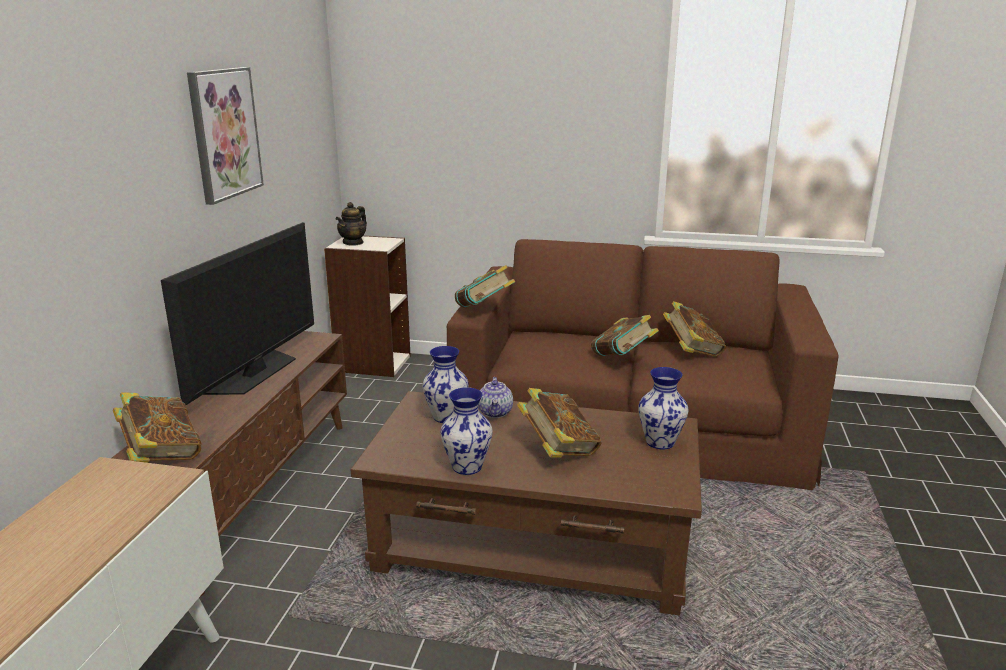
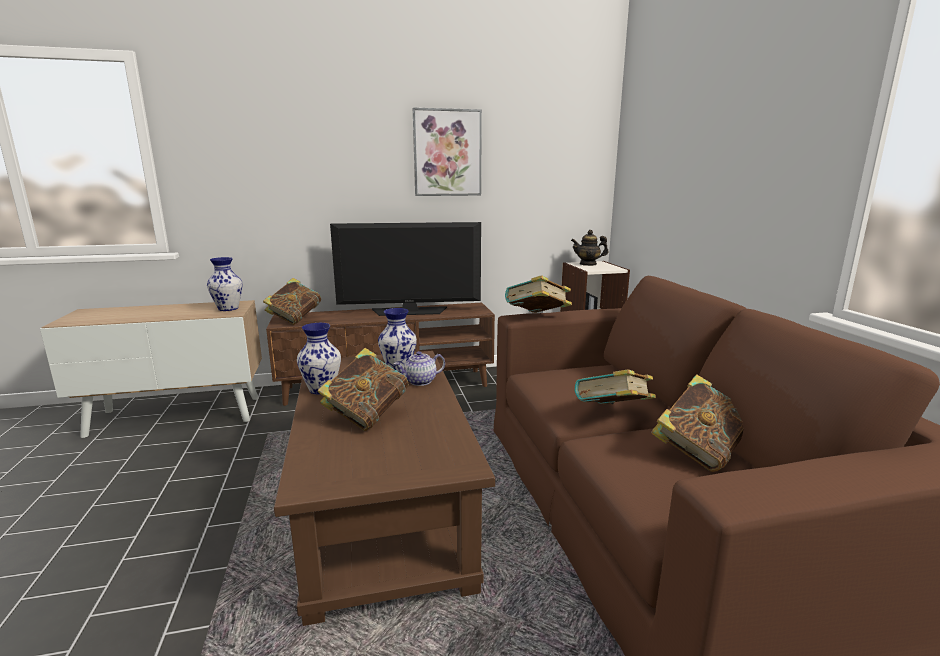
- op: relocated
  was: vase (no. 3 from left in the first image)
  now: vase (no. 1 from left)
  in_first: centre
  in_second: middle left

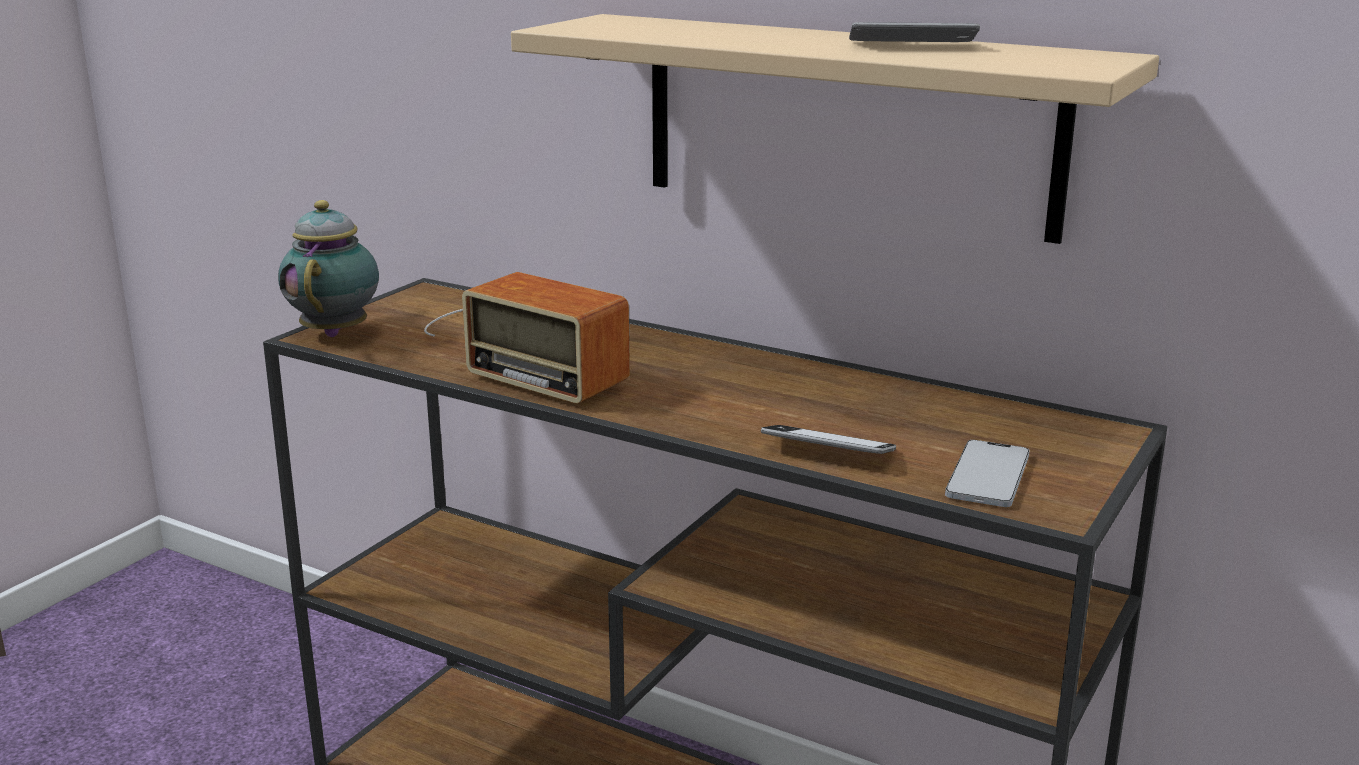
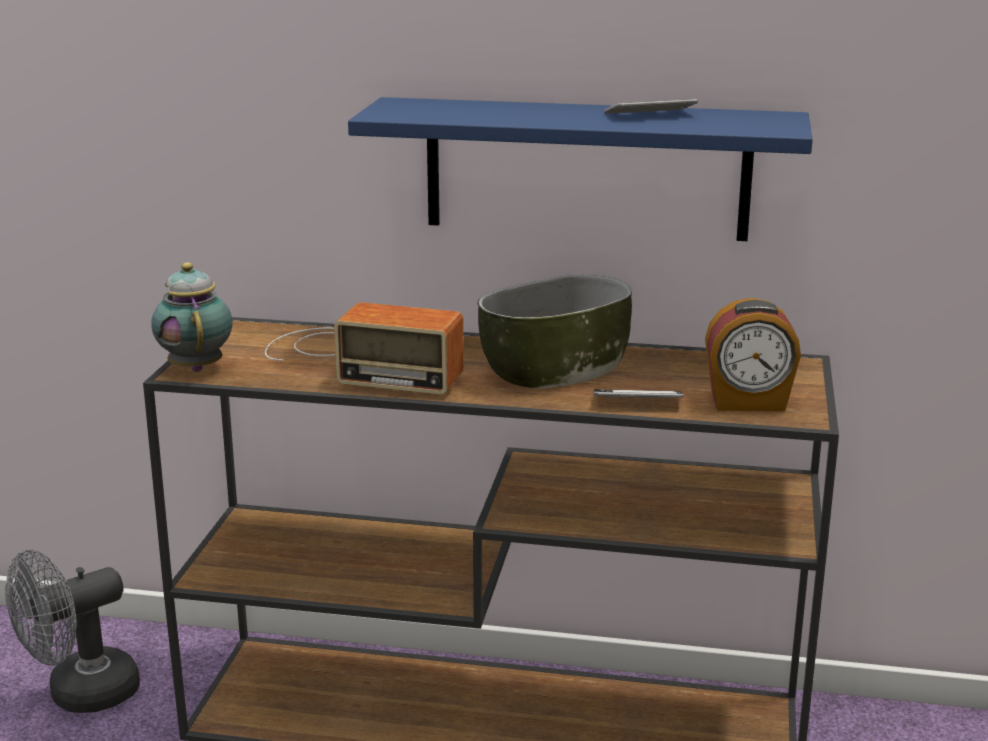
- op: appeared
  now: gray electric fan
  in_second: bottom left
- op: colour
  was: sand-coloured bracket shelf
  now: blue-coloured bracket shelf
  in_first: top centre
  in_second: top centre
- op: appeared
  now: deep dish
  in_second: centre
- op: exchanged
  was: phone (no. 3 from left)
  now: bedside clock
  in_first: middle right
  in_second: middle right

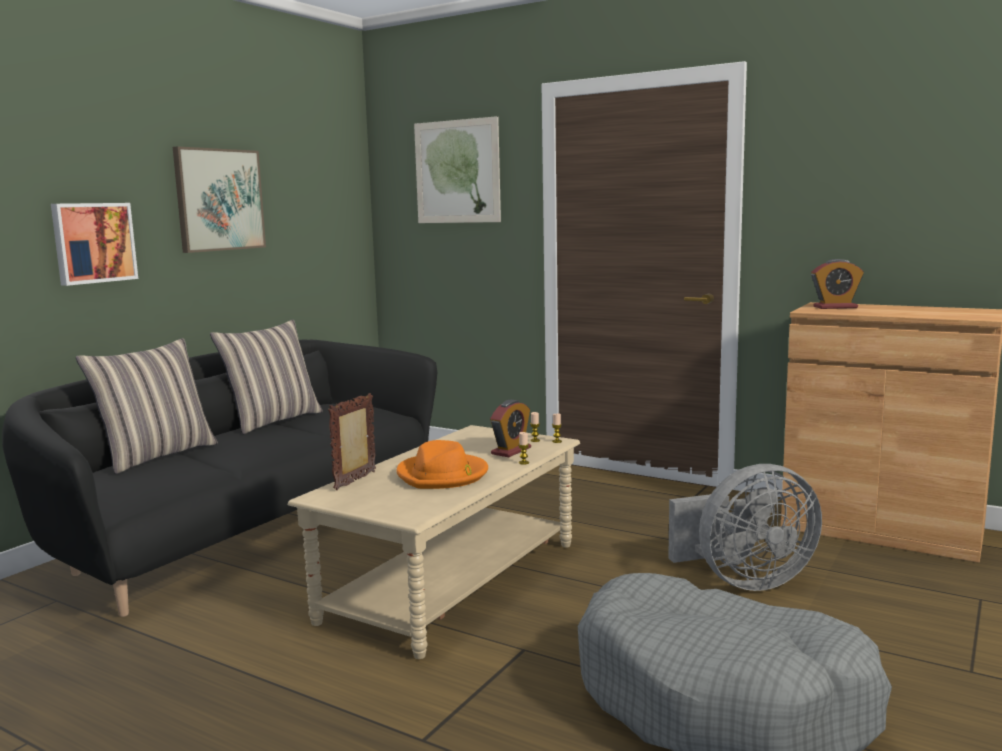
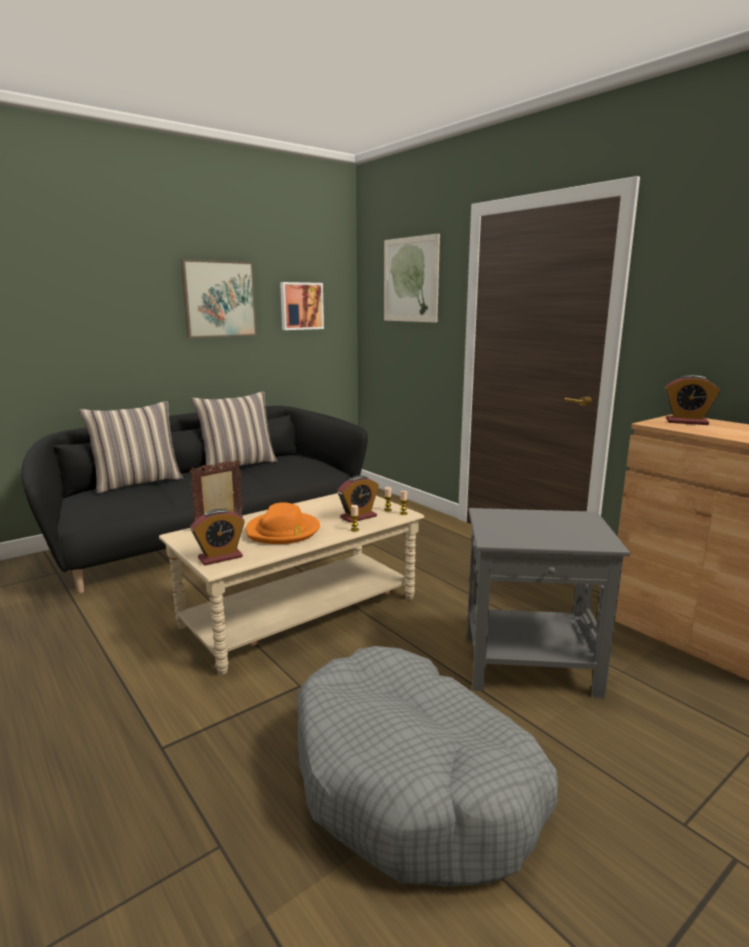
- op: appeared
  now: bedside clock (no. 1 from left)
  in_second: middle left
- op: relocated
  was: wall picture (no. 1 from left in the first image)
  now: wall picture (no. 2 from left)
  in_first: top left
  in_second: top centre
- op: exchanged
  was: gray electric fan
  now: gray accent table
  in_first: bottom right
  in_second: middle right

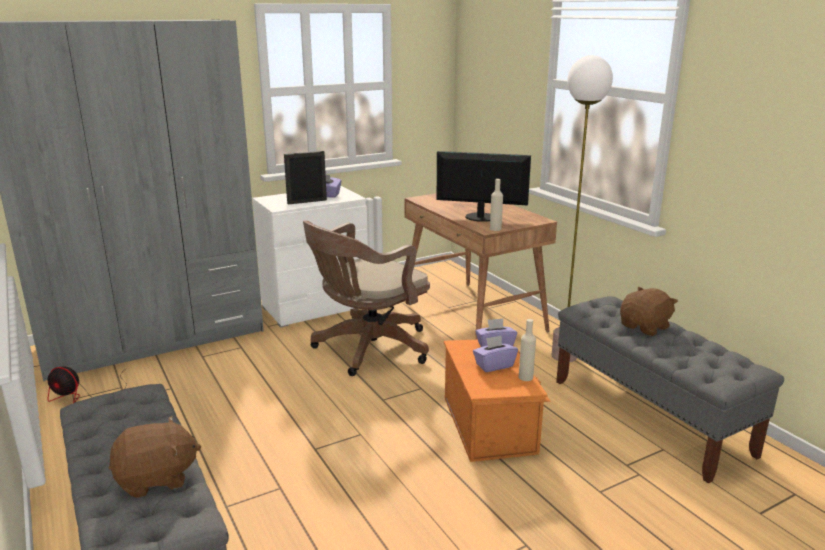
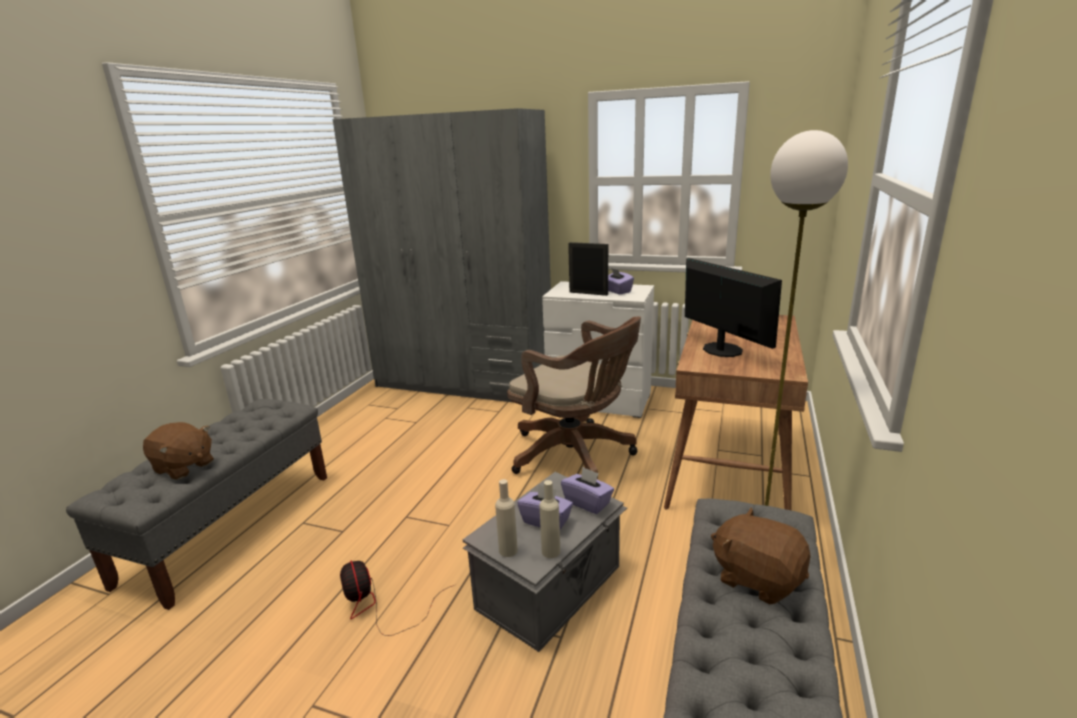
- op: relocated
  was: electric fan
  in_first: bottom left
  in_second: bottom centre
- op: colour
  was: orange storage box
  now: gray storage box
  in_first: bottom centre
  in_second: bottom centre
- op: relocated
  was: sand-coloured bottle (no. 1 from left)
  in_first: centre
  in_second: bottom centre
- op: spun
  was: brownish computer chair
  in_first: centre
  in_second: centre
  clockwise: -150
- op: spun
  was: brownish cuddly toy (no. 2 from left)
  in_first: middle right
  in_second: bottom right
  clockwise: -150

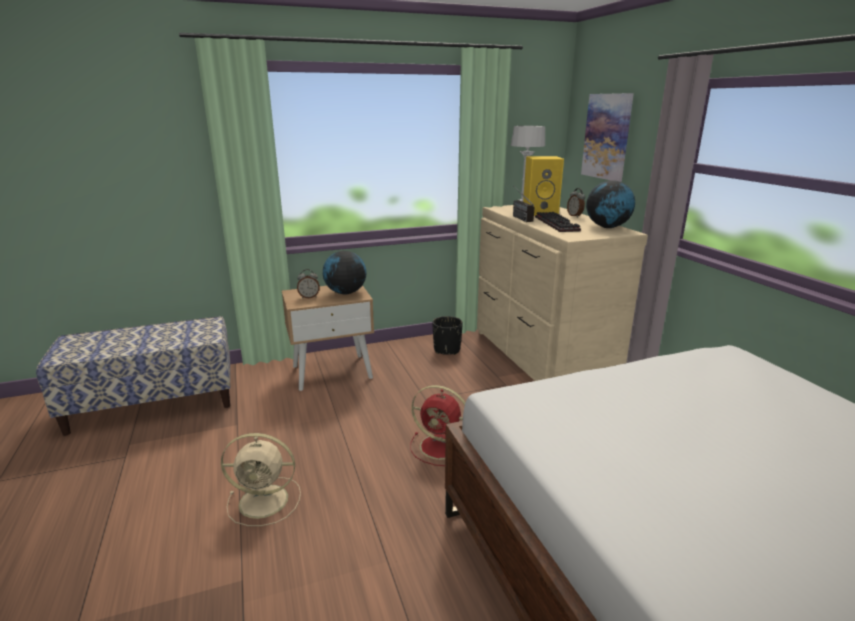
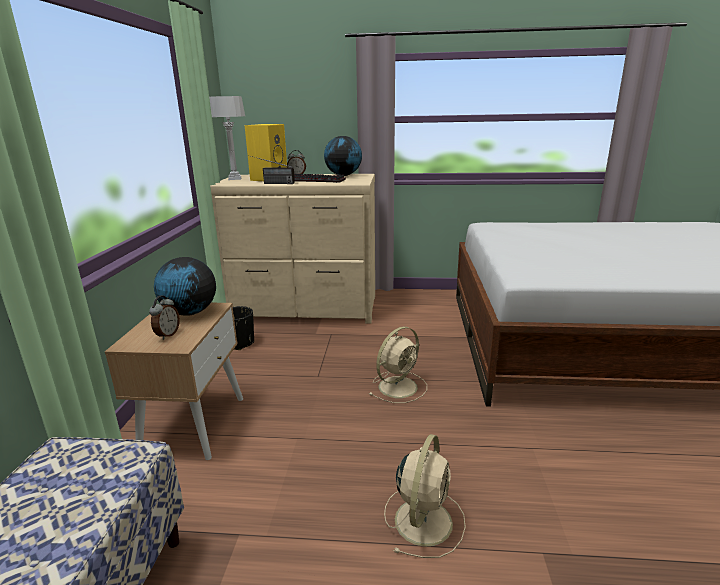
- op: colour
  was: reddish electric fan
  now: sand-coloured electric fan (no. 1 from left)
  in_first: bottom centre
  in_second: centre
- op: missing
  was: wall picture
  in_first: top right

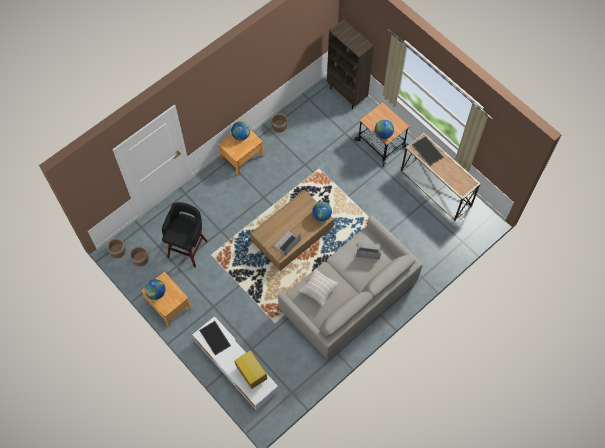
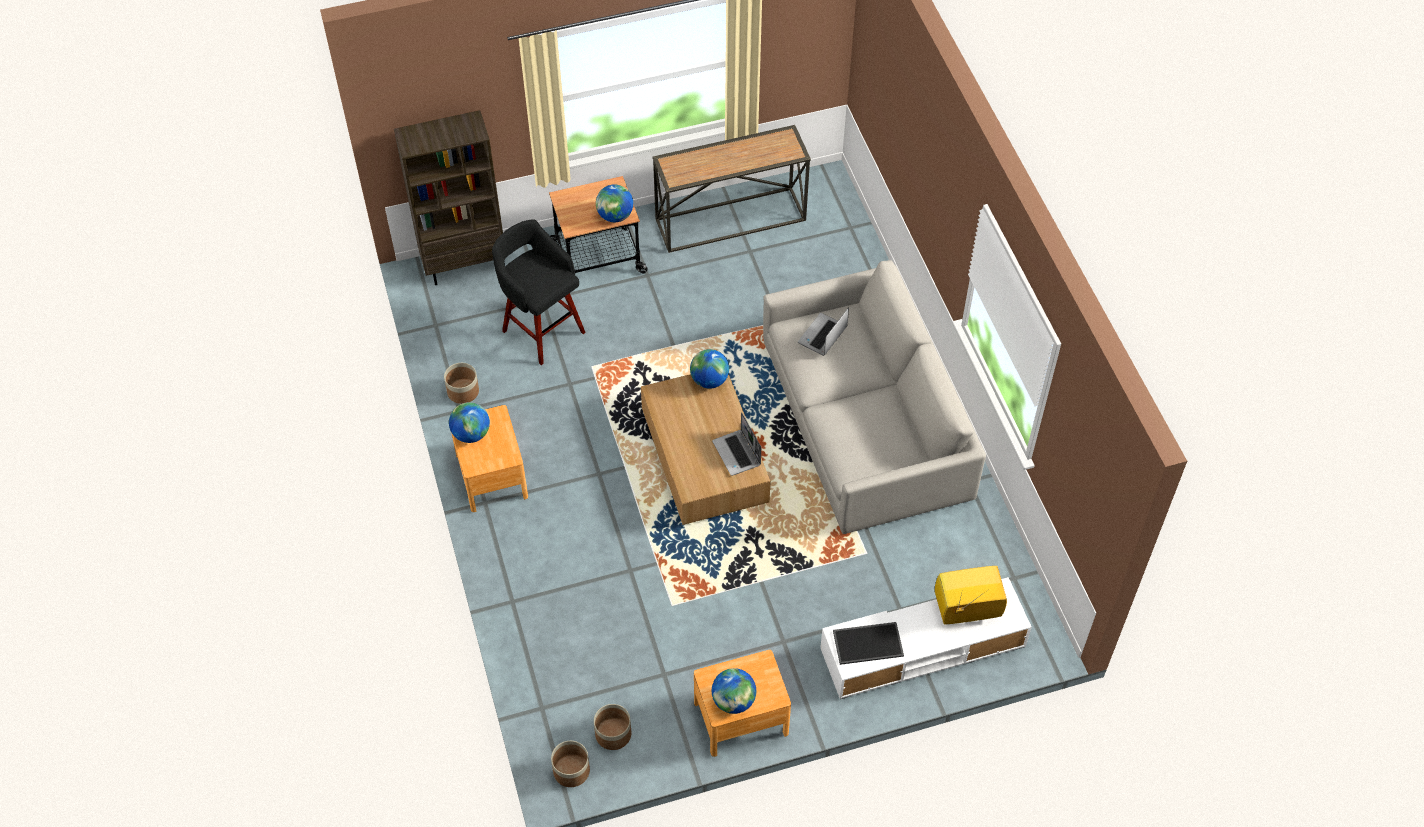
- op: relocated
  was: blackish stool
  in_first: middle left
  in_second: centre
- op: missing
  was: pillow
  in_first: centre
- op: missing
  was: serving tray (no. 2 from left)
  in_first: middle right

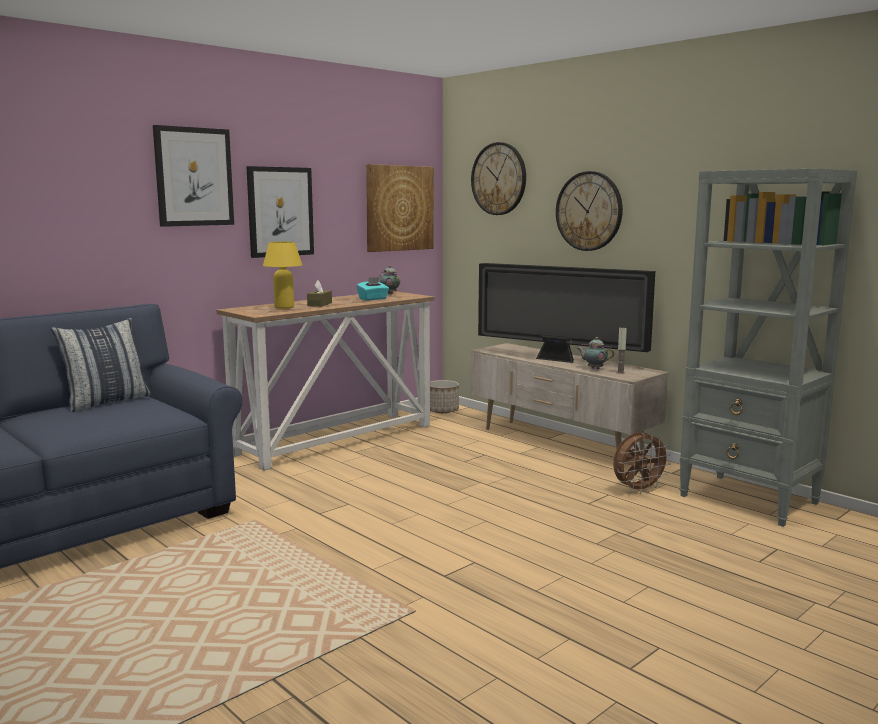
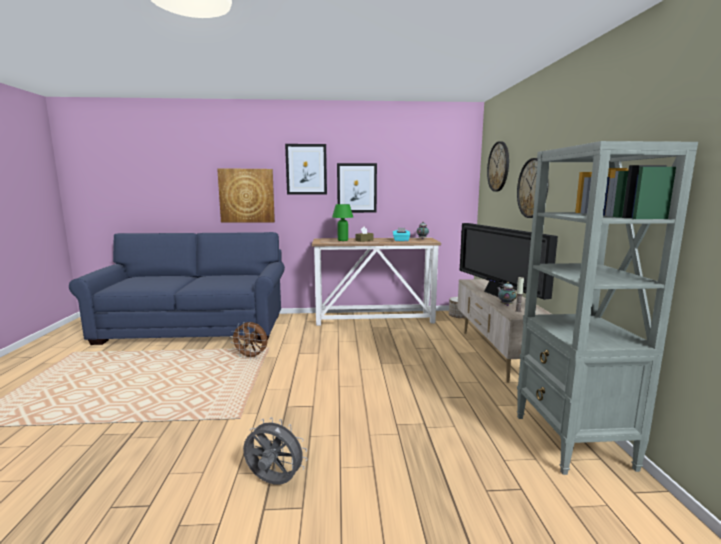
- op: relocated
  was: wall picture (no. 3 from left in the first image)
  now: wall picture (no. 1 from left)
  in_first: top centre
  in_second: centre
- op: relocated
  was: brownish electric fan
  in_first: middle right
  in_second: centre
- op: appeared
  now: gray electric fan
  in_second: bottom centre
- op: colour
  was: yellowish table lamp
  now: green-coloured table lamp
  in_first: middle left
  in_second: centre
- op: missing
  was: pillow
  in_first: middle left

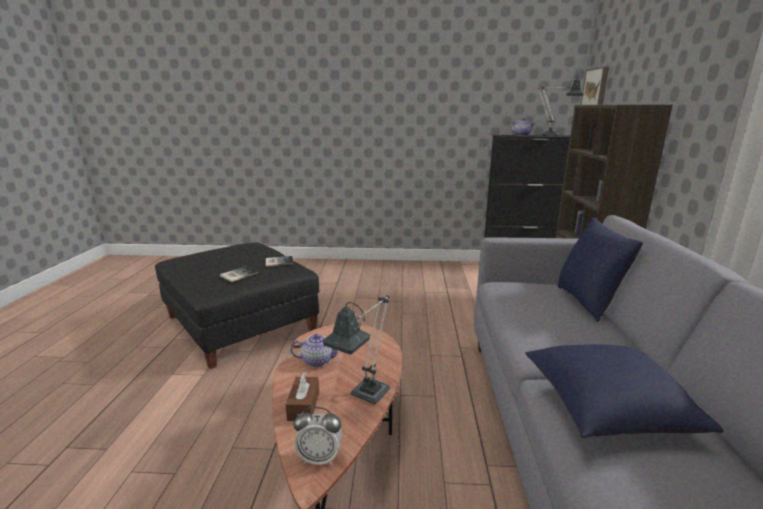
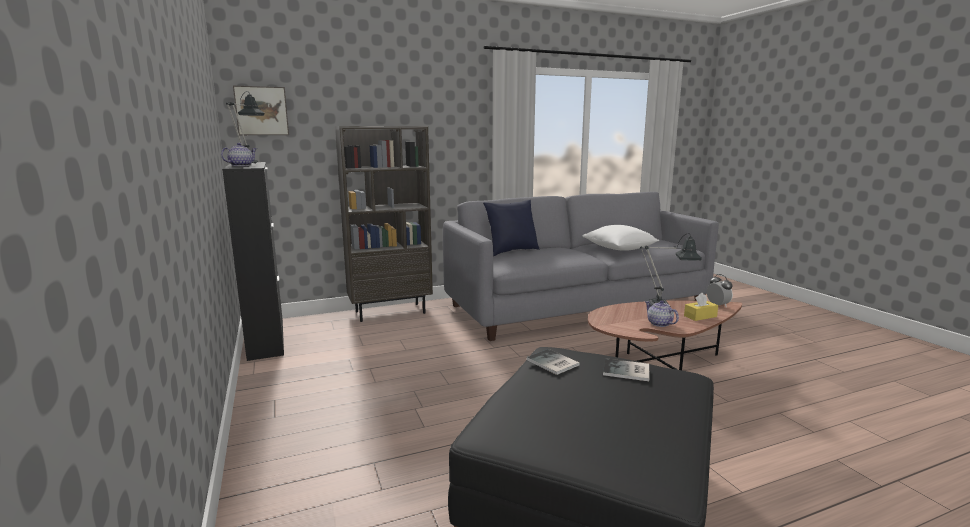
- op: colour
  was: blue-coloured pillow (no. 2 from left)
  now: whitish pillow
  in_first: bottom right
  in_second: centre
- op: colour
  was: brownish tissue box
  now: yellowish tissue box
  in_first: bottom centre
  in_second: middle right

